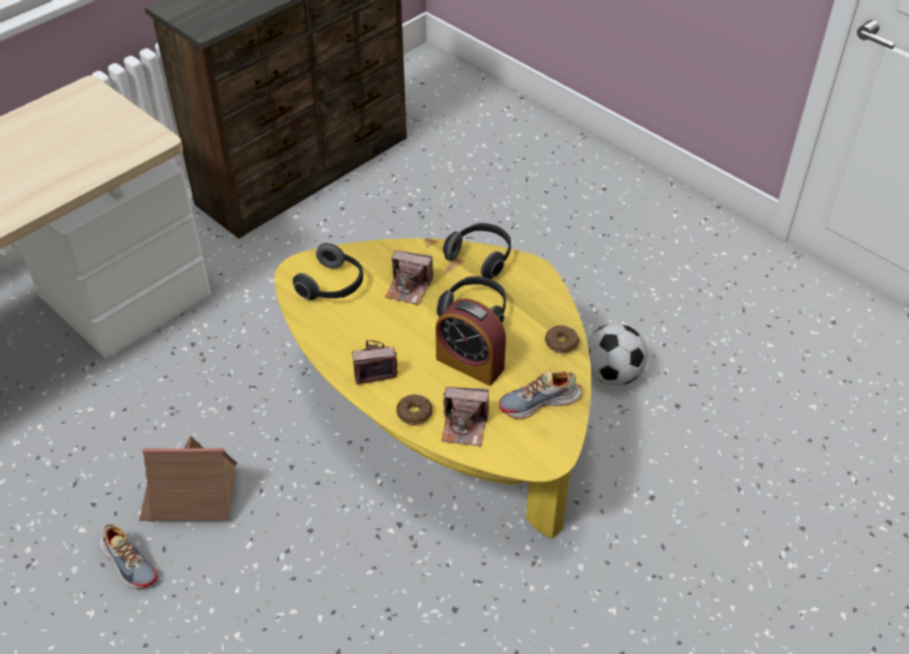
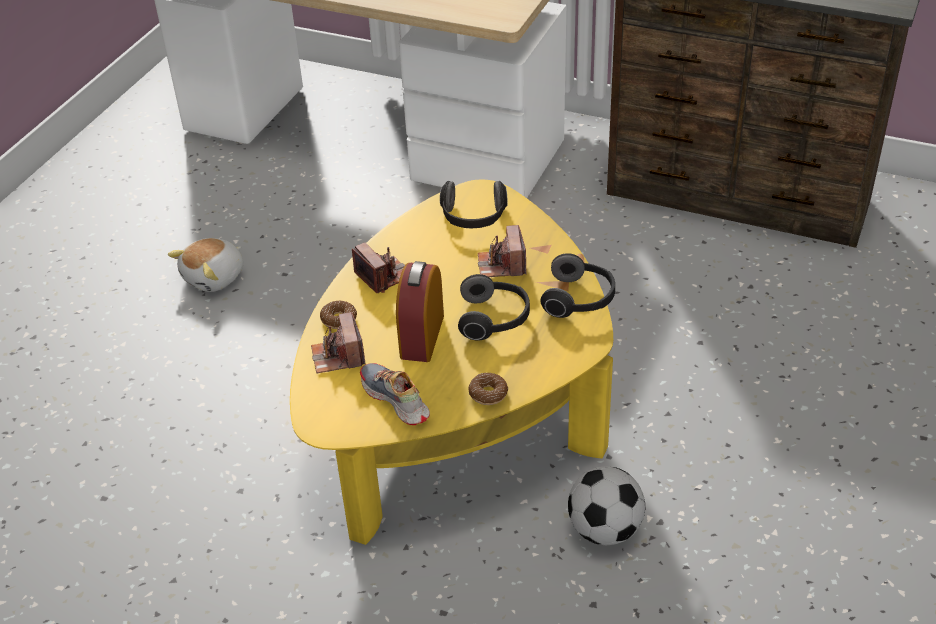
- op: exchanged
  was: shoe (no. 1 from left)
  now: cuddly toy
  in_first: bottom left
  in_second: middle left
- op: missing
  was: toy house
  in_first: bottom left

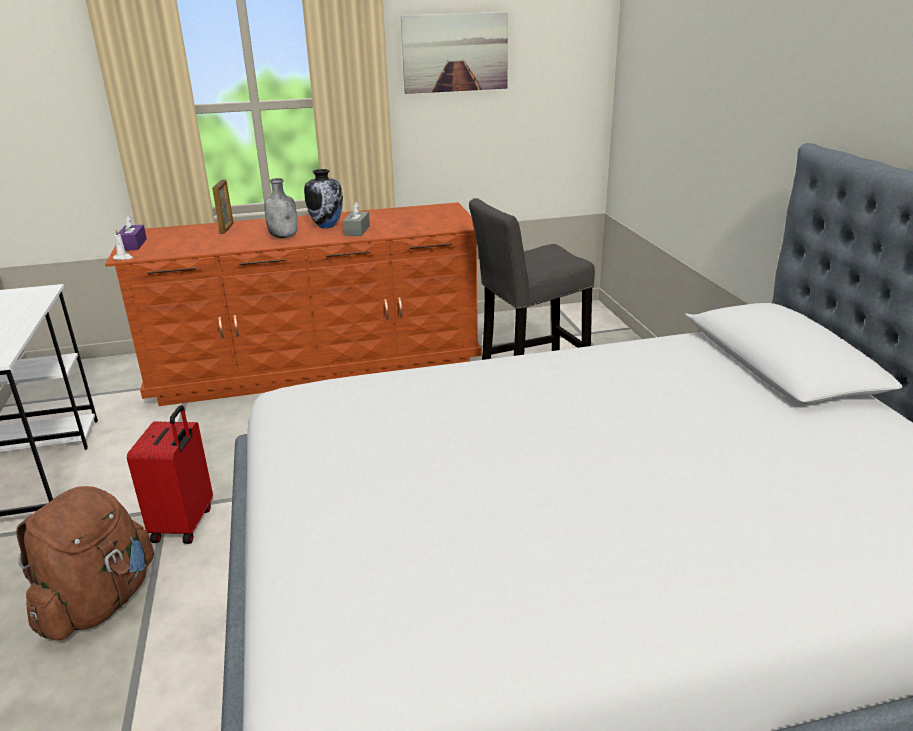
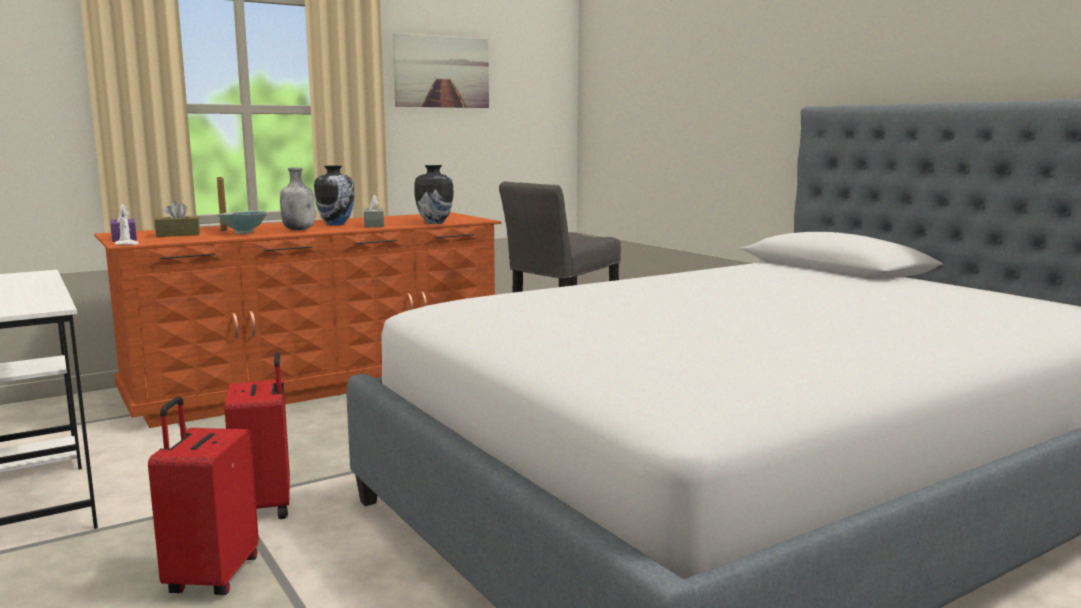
- op: exchanged
  was: brownish backpack
  now: reddish suitcase (no. 1 from left)
  in_first: bottom left
  in_second: bottom left
- op: appeared
  now: brownish tissue box
  in_second: middle left
- op: appeared
  now: deep dish
  in_second: middle left
- op: appeared
  now: vase (no. 2 from left)
  in_second: top centre

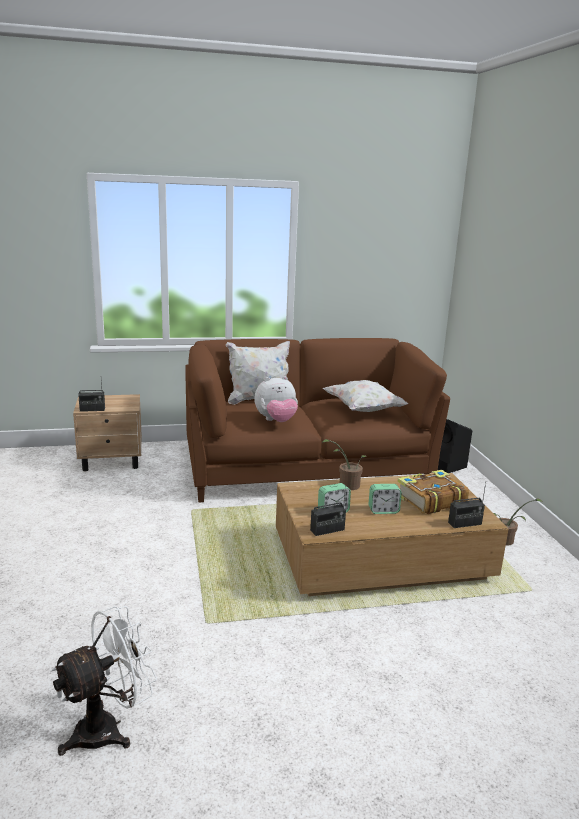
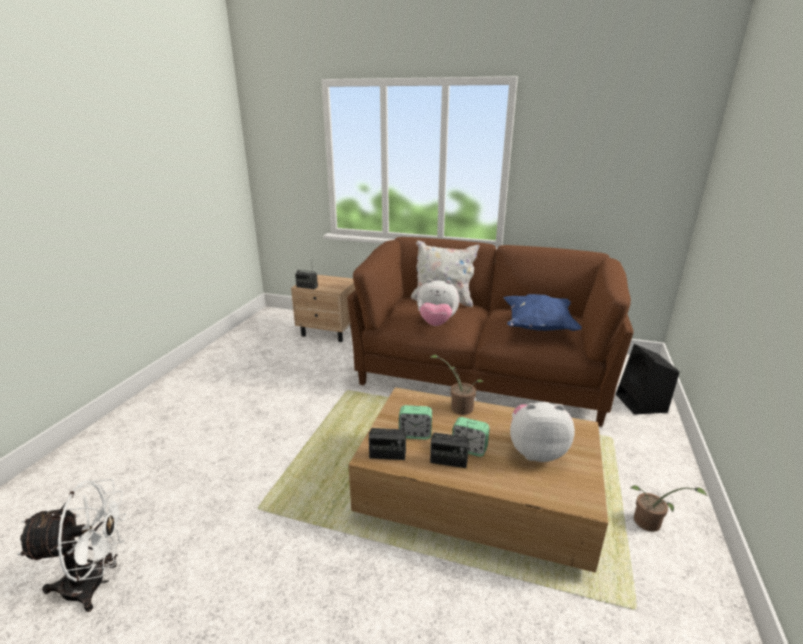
- op: relocated
  was: radio set (no. 3 from left)
  in_first: middle right
  in_second: bottom centre
- op: colour
  was: whitish pillow (no. 2 from left)
  now: blue-coloured pillow
  in_first: centre
  in_second: middle right
- op: exchanged
  was: bound book
  now: cuddly toy (no. 2 from left)
  in_first: middle right
  in_second: bottom right

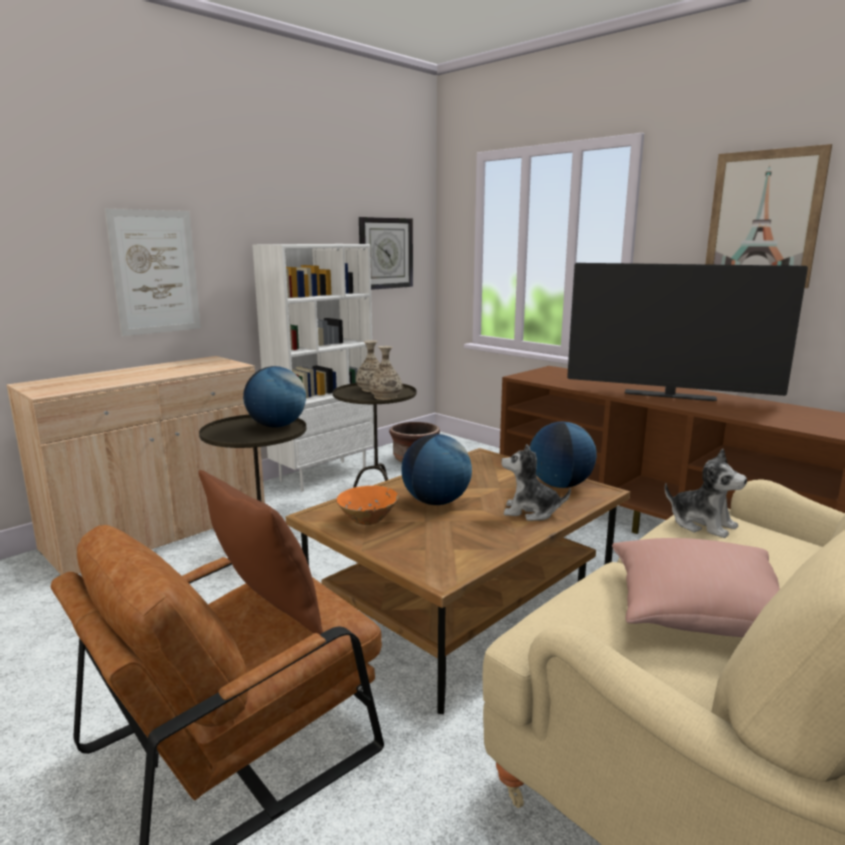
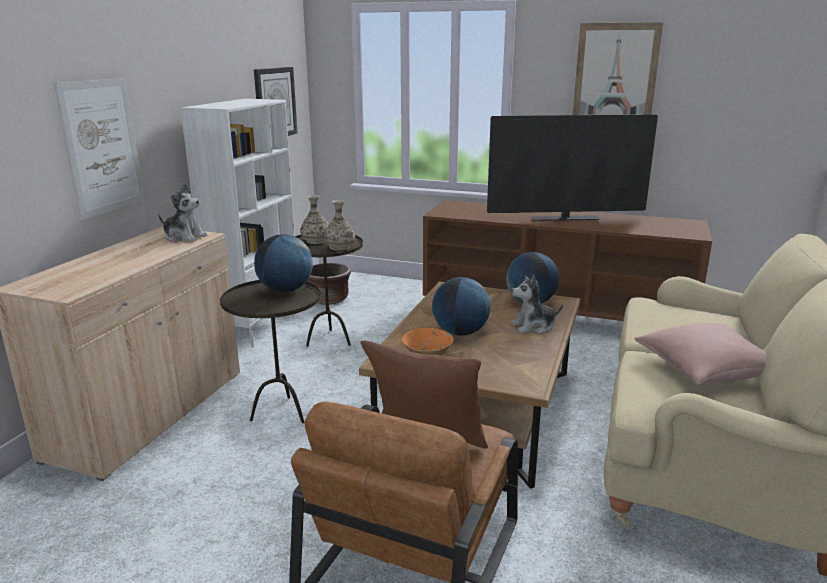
- op: relocated
  was: cuddly toy (no. 2 from left in the first image)
  now: cuddly toy (no. 1 from left)
  in_first: middle right
  in_second: middle left

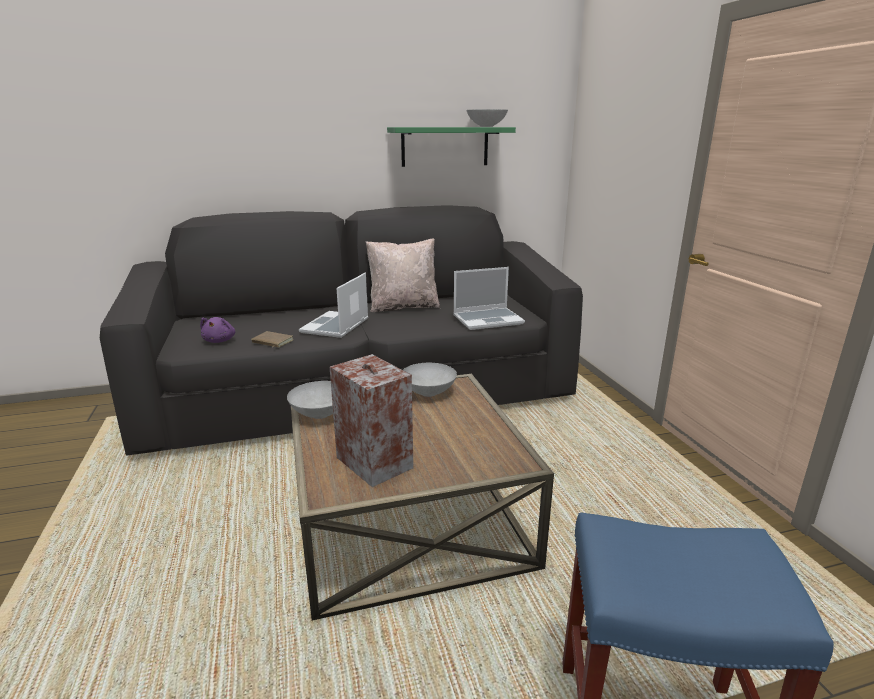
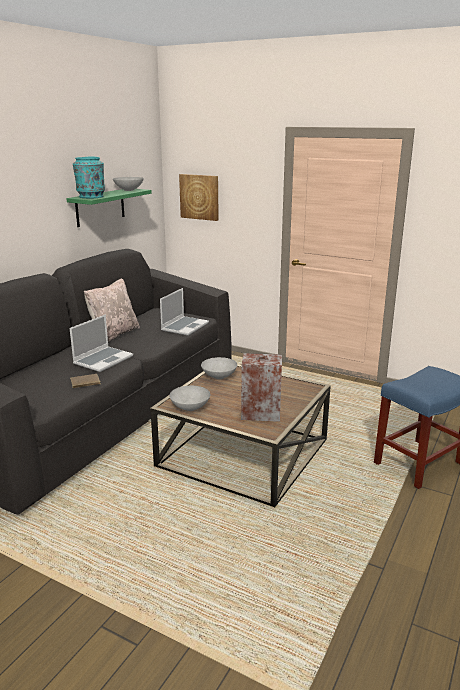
- op: spun
  was: laptop (no. 1 from left)
  in_first: centre
  in_second: middle left
  clockwise: -120
- op: appeared
  now: turquoise-coloured vase
  in_second: top left
- op: appeared
  now: wall picture
  in_second: top centre
- op: missing
  was: purplish cuddly toy
  in_first: middle left

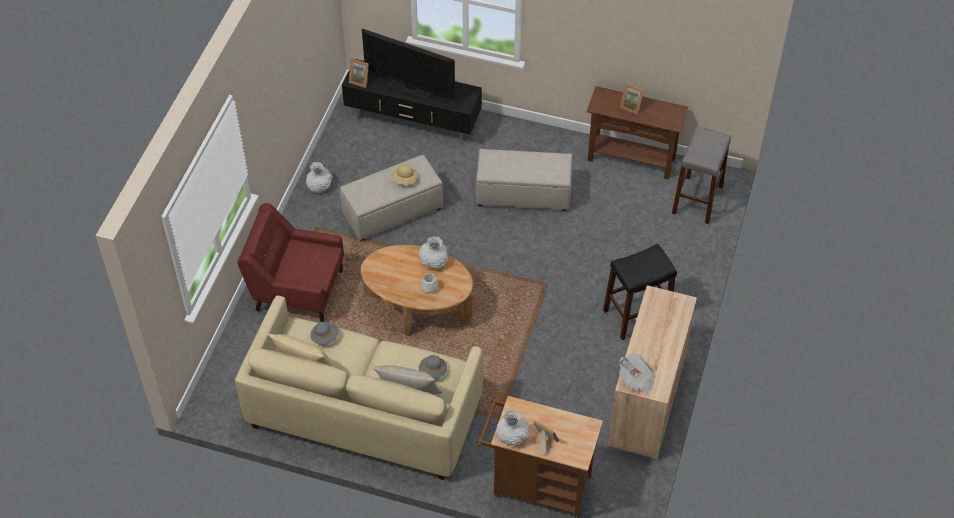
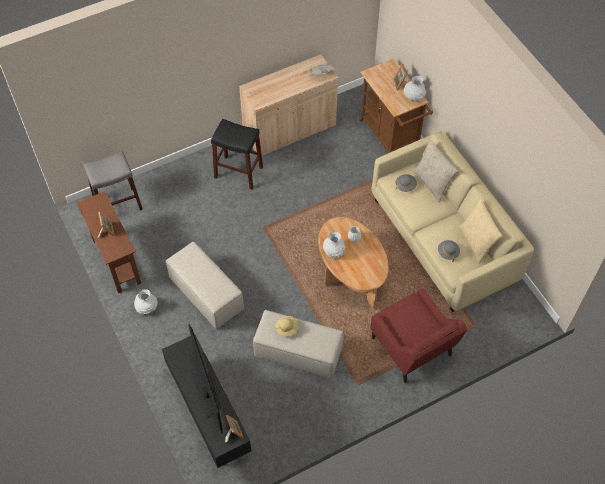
- op: relocated
  was: whitish vase (no. 1 from left)
  in_first: centre
  in_second: middle left

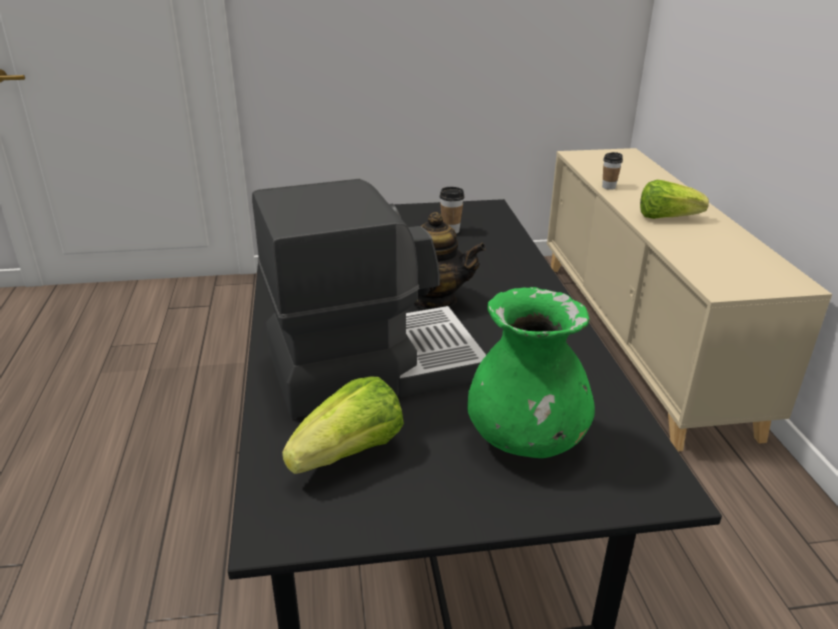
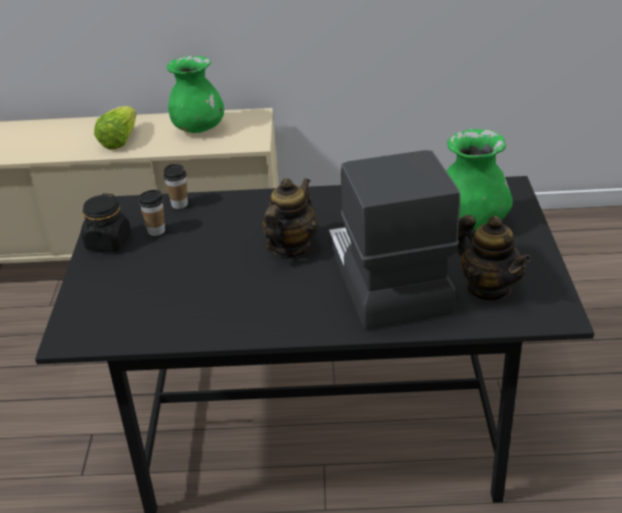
- op: appeared
  now: blackish jar
  in_second: middle left
- op: relocated
  was: small cup (no. 2 from left)
  in_first: top right
  in_second: middle left
- op: appeared
  now: green-coloured vase (no. 1 from left)
  in_second: top left
- op: exchanged
  was: lettuce (no. 1 from left)
  now: tea pot (no. 2 from left)
  in_first: bottom centre
  in_second: middle right

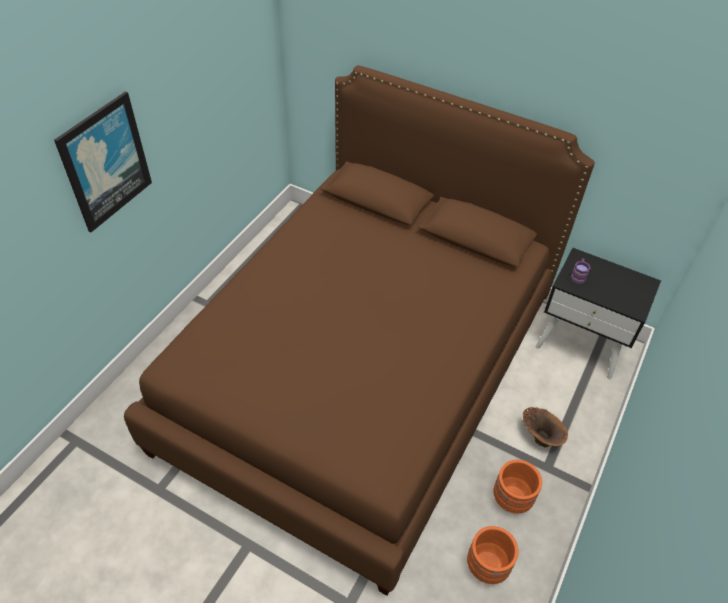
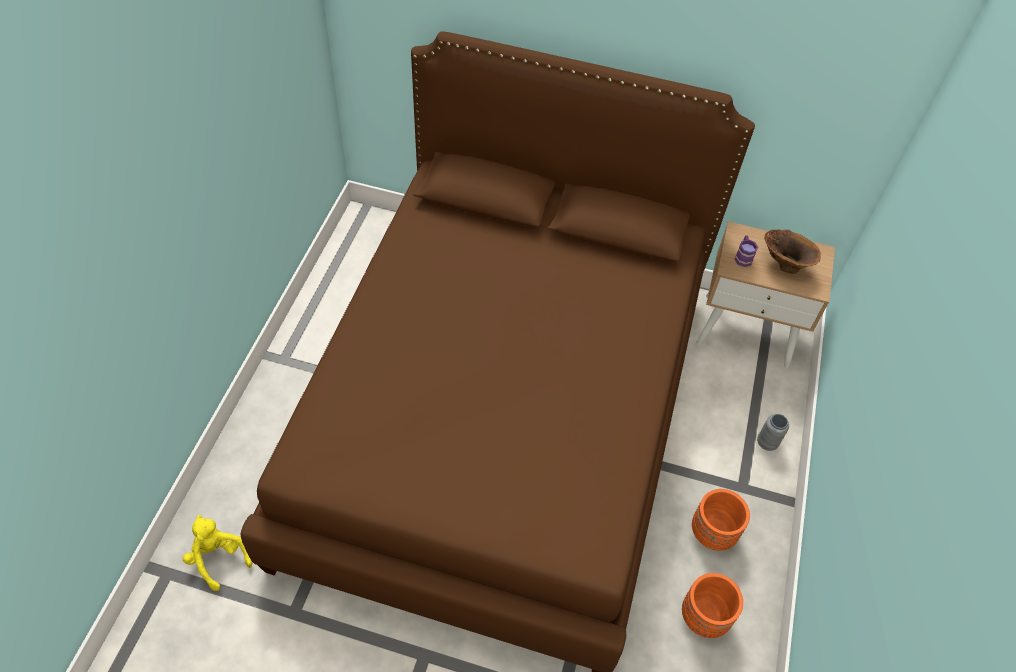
- op: appeared
  now: yellowish cuddly toy
  in_second: bottom left
- op: colour
  was: blackish bedside table
  now: sand-coloured bedside table
  in_first: middle right
  in_second: middle right
- op: appeared
  now: gray vase
  in_second: middle right
- op: relocated
  was: brownish vase
  in_first: bottom right
  in_second: middle right
- op: missing
  was: wall picture
  in_first: top left

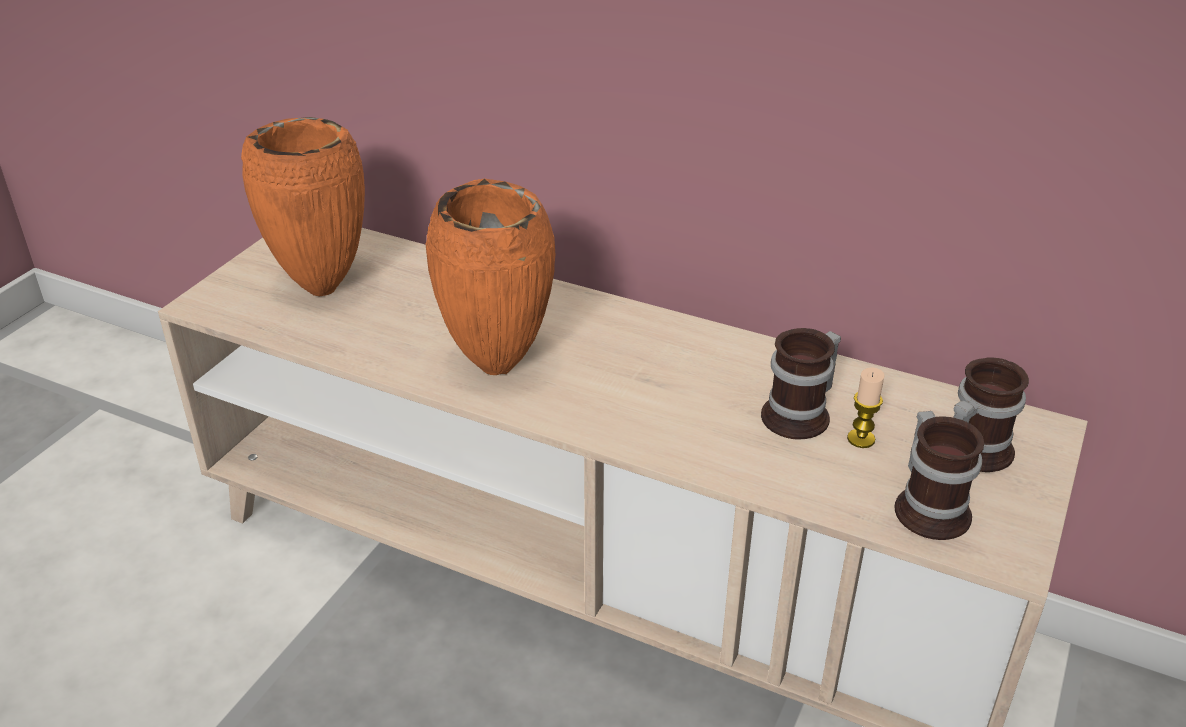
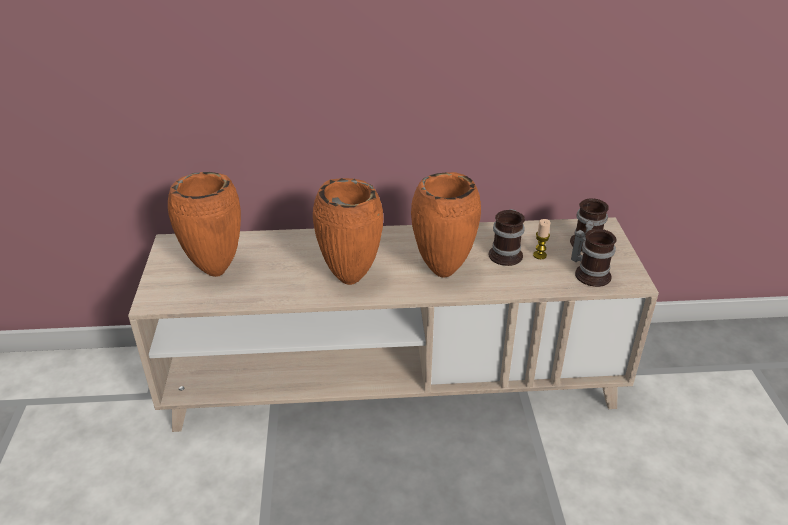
- op: appeared
  now: orange vase (no. 3 from left)
  in_second: centre

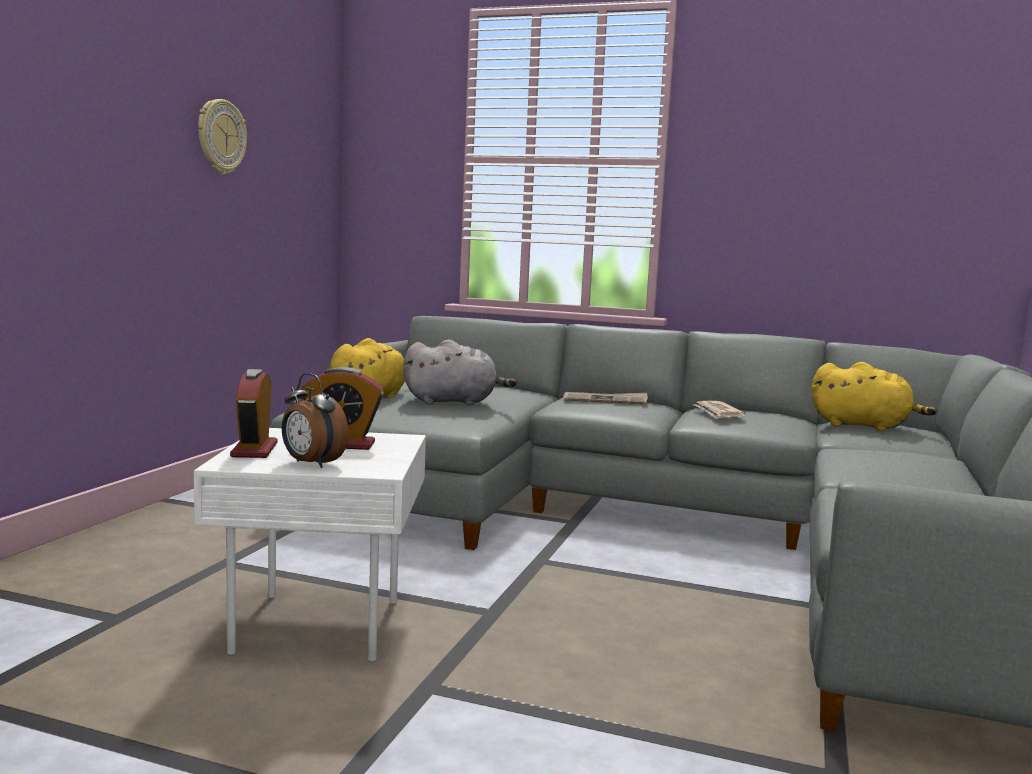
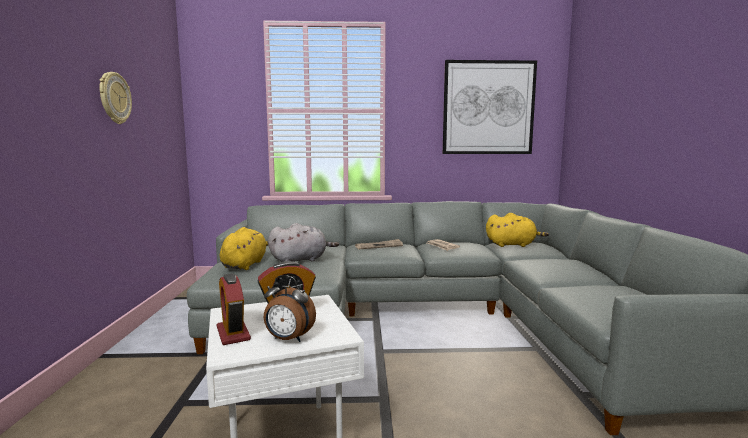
- op: appeared
  now: wall picture
  in_second: top centre

